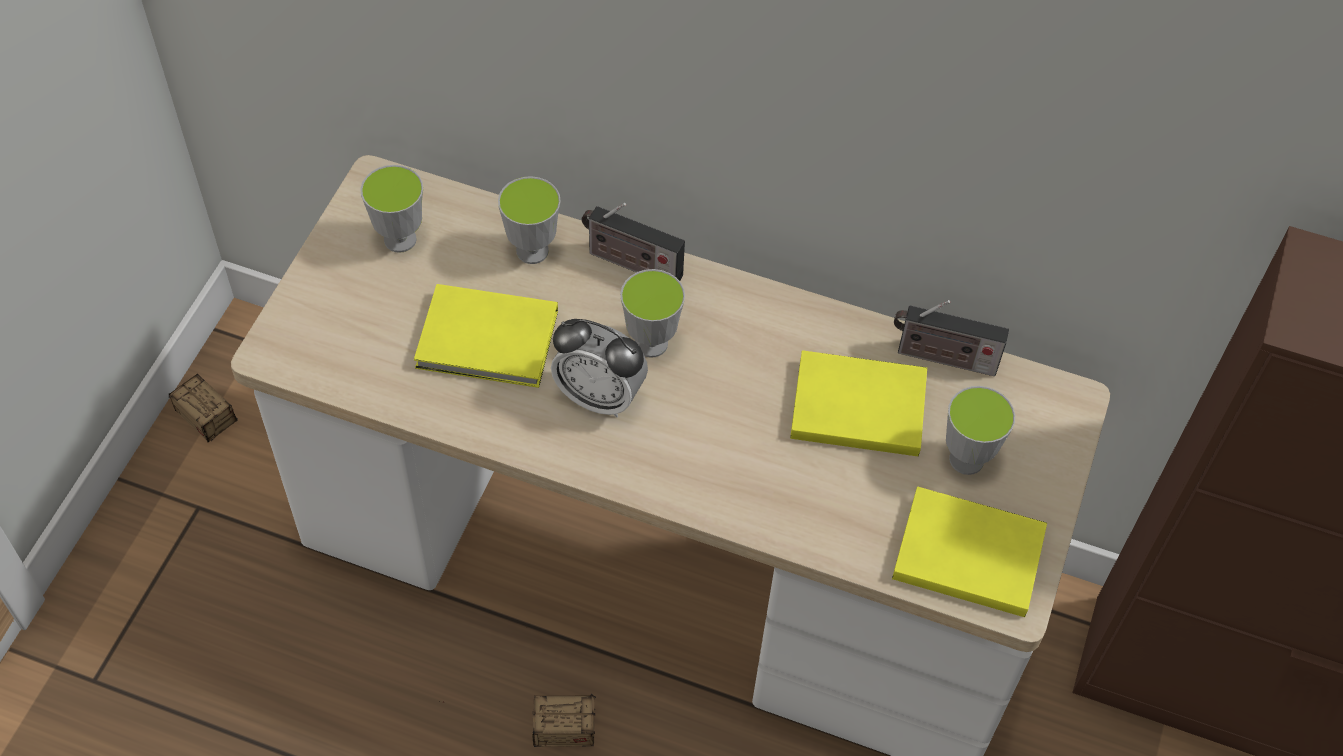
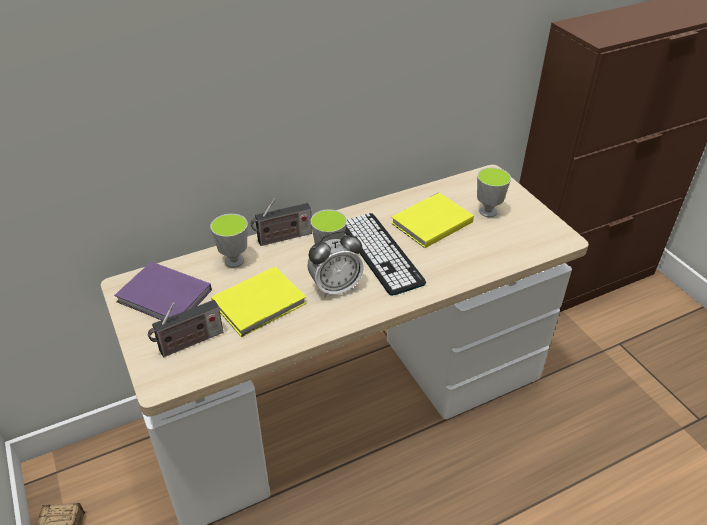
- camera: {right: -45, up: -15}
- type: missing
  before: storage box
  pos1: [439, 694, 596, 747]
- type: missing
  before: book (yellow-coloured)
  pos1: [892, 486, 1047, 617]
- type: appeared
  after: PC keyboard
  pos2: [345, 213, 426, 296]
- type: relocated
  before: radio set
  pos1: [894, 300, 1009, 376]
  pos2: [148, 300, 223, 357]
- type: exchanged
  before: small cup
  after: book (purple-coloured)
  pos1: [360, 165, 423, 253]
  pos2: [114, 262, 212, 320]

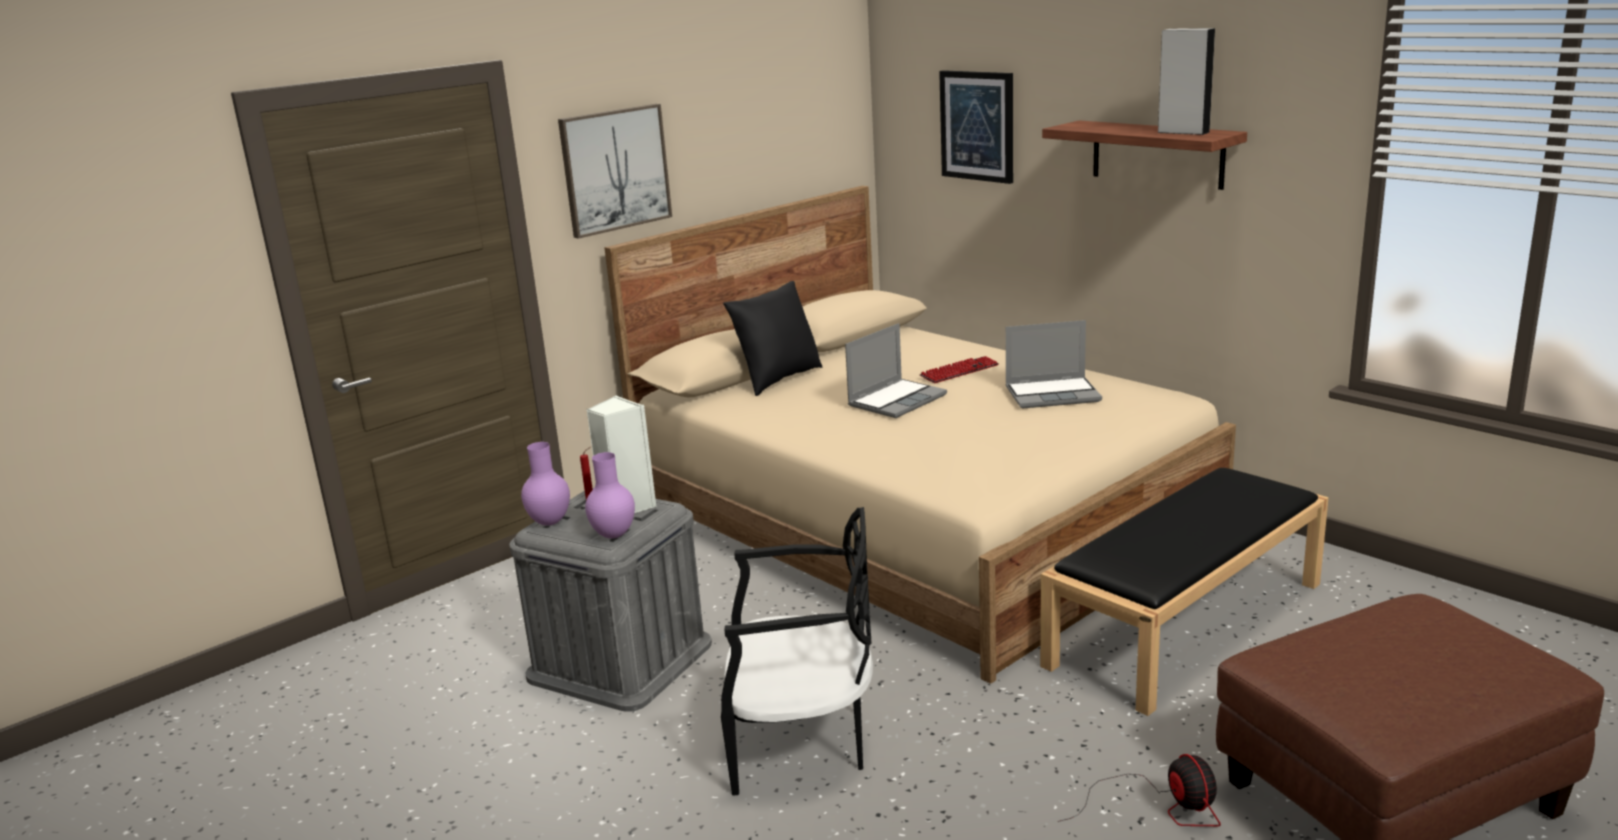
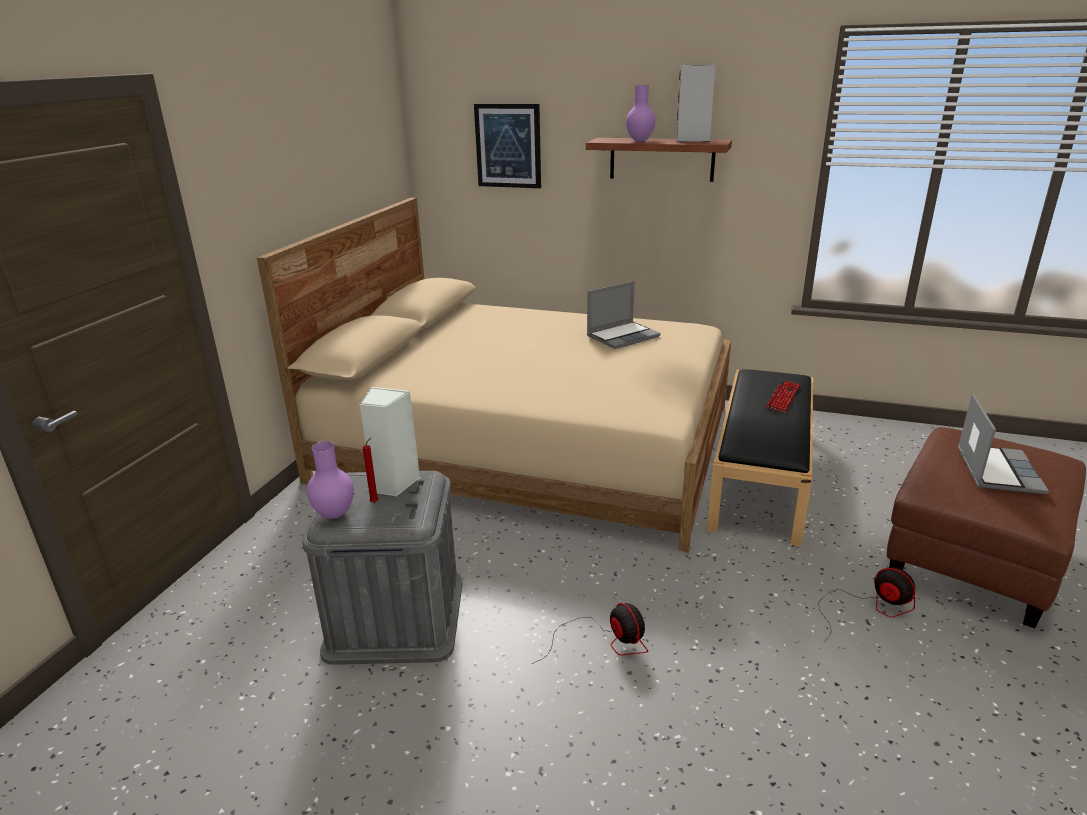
- camera: {right: -30, up: 5}
- type: missing
  before: wall art
  pos1: [558, 104, 672, 239]
- type: missing
  before: cushion (blackish)
  pos1: [723, 281, 822, 396]
- type: relocated
  before: vase (purple-coloured)
  pos1: [585, 452, 635, 539]
  pos2: [626, 85, 656, 142]
- type: relocated
  before: notebook computer
  pos1: [845, 323, 947, 418]
  pos2: [958, 393, 1049, 494]
- type: relocated
  before: PC keyboard
  pos1: [920, 356, 999, 383]
  pos2: [766, 381, 800, 413]
- type: exchanged
  before: upright chair (blackish)
  after: fan
  pos1: [721, 507, 873, 795]
  pos2: [531, 603, 648, 664]

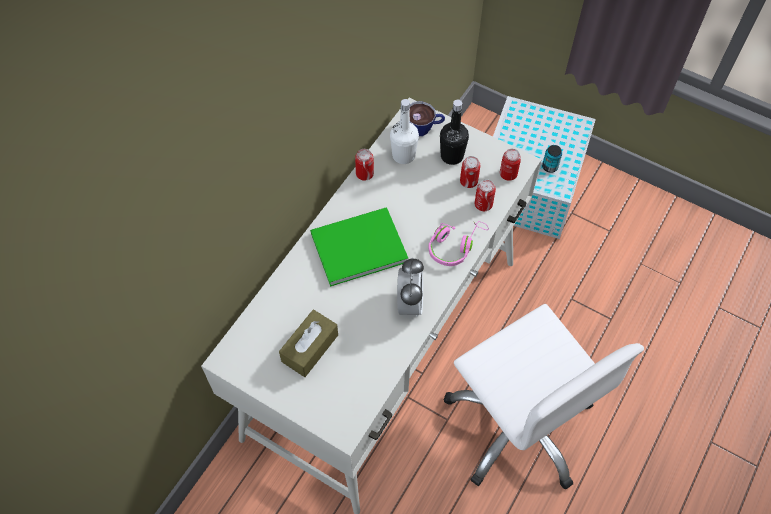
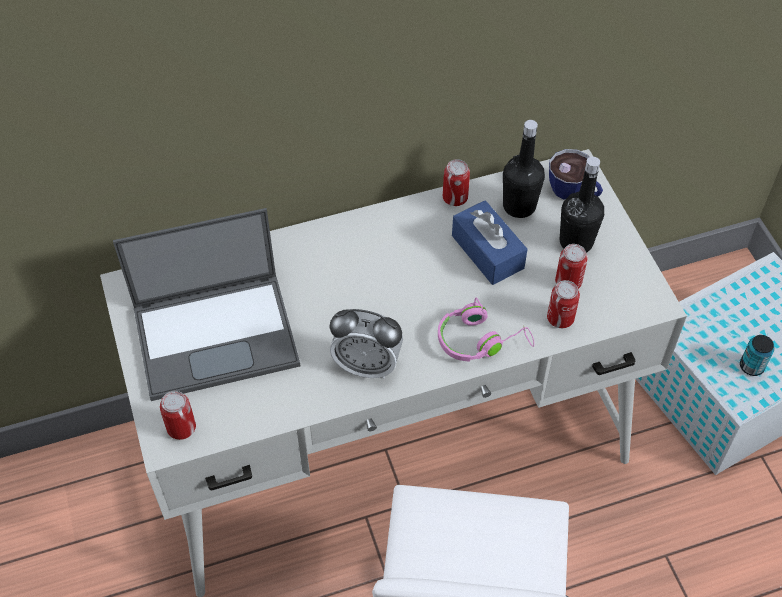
- camera: {right: 40, up: -5}
- type: missing
  before: book (green)
  pos1: [310, 207, 408, 286]
- type: appeared
  after: box of tissues (bluish)
  pos2: [452, 201, 527, 285]
- type: relocated
  before: metal can
  pos1: [500, 149, 521, 181]
  pos2: [160, 391, 196, 440]
- type: exchanged
  before: box of tissues (brownish)
  after: notebook computer
  pos1: [279, 310, 338, 377]
  pos2: [113, 208, 300, 401]
- type: colour
  before: drink bottle (white)
  after: drink bottle (blackish)
  pos1: [390, 99, 419, 164]
  pos2: [503, 120, 545, 218]
- type: spun
  before: alarm clock
  pos1: [397, 257, 424, 317]
  pos2: [329, 309, 403, 379]
  turn: 60

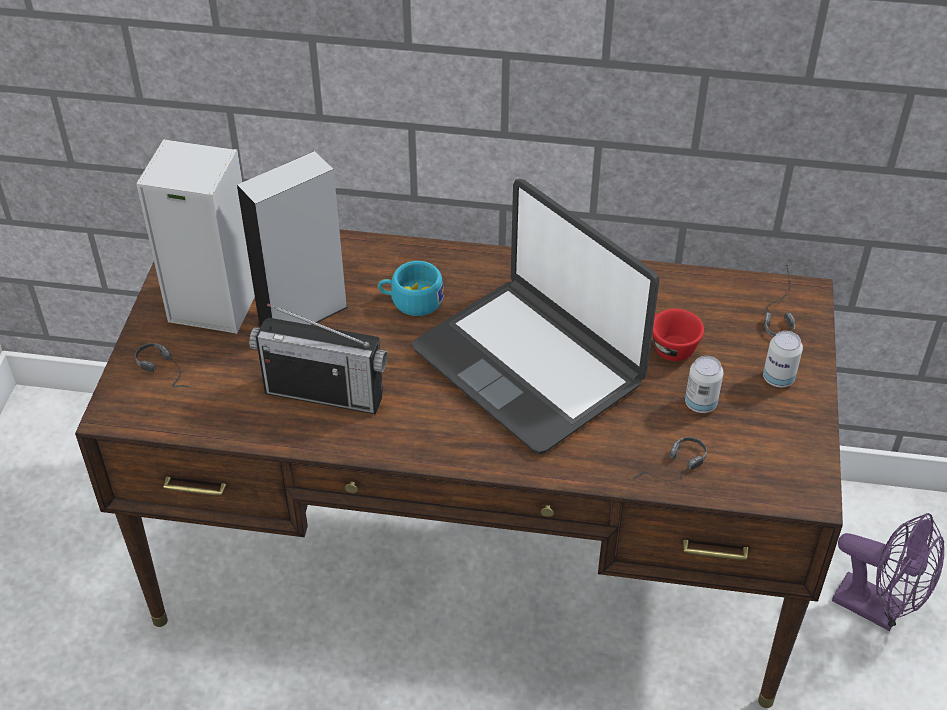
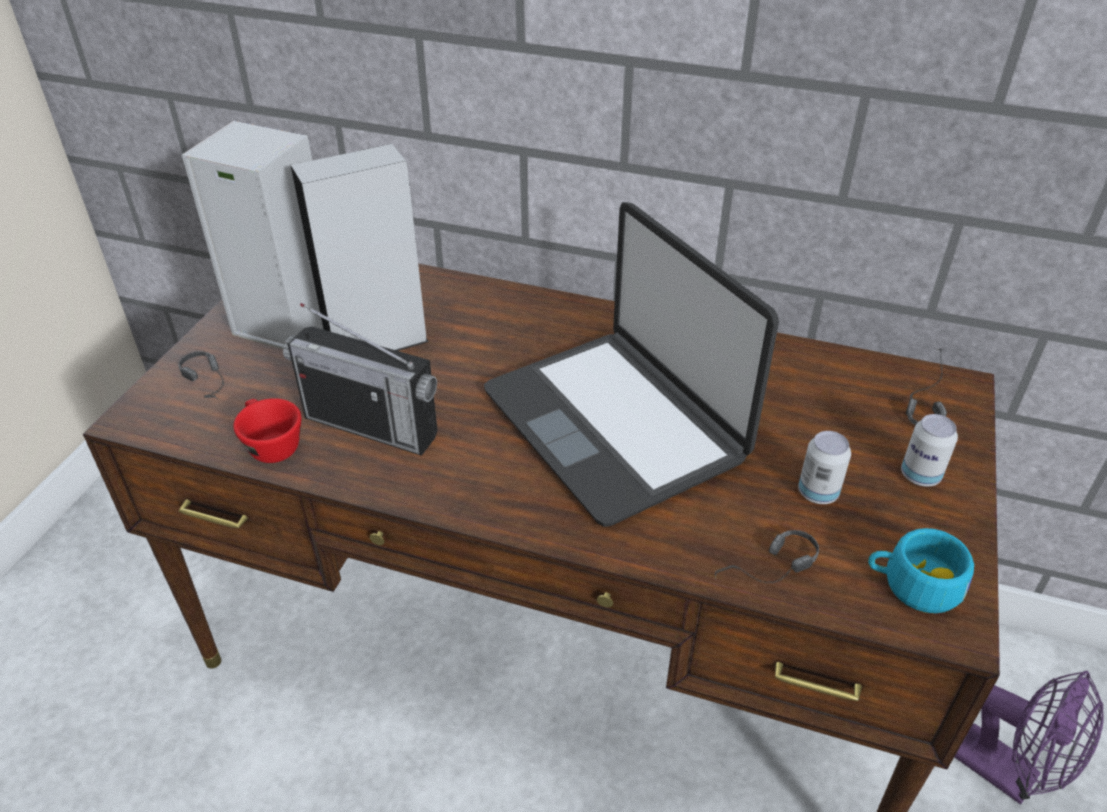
- camera: {right: 10, up: -5}
- type: relocated
  before: small cup (turquoise)
  pos1: [378, 261, 444, 316]
  pos2: [868, 528, 974, 613]
- type: relocated
  before: small cup (red-coloured)
  pos1: [652, 309, 704, 361]
  pos2: [233, 398, 301, 463]

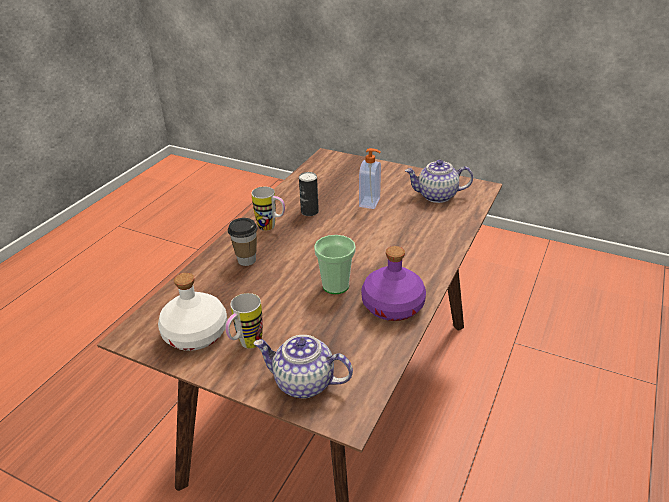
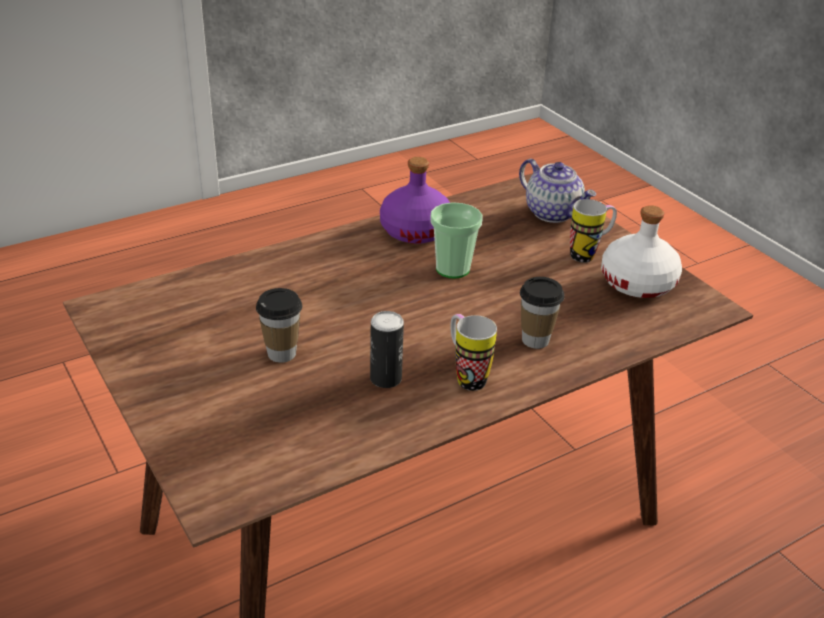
- camera: {right: -150, up: 0}
- type: missing
  before: tea pot
  pos1: [405, 159, 473, 203]
- type: exchanged
  before: soap bottle
  after: small cup
  pos1: [359, 148, 381, 209]
  pos2: [256, 288, 302, 363]

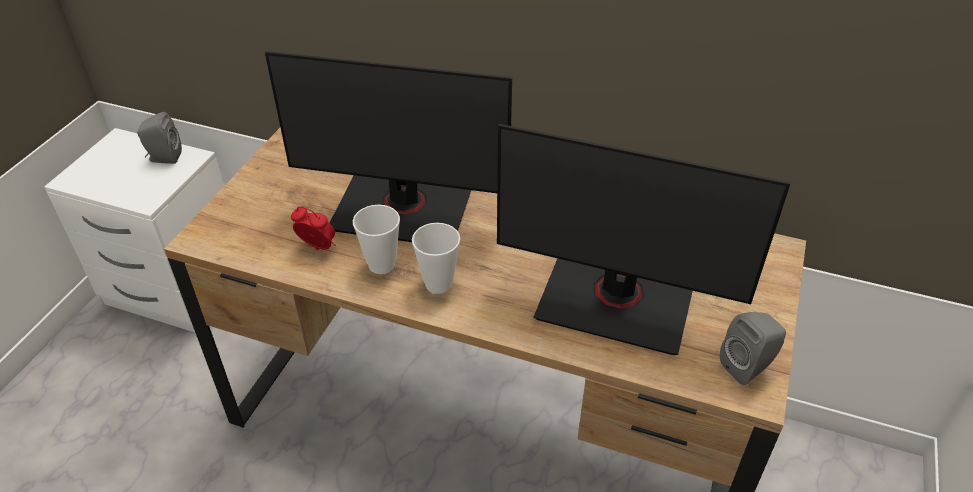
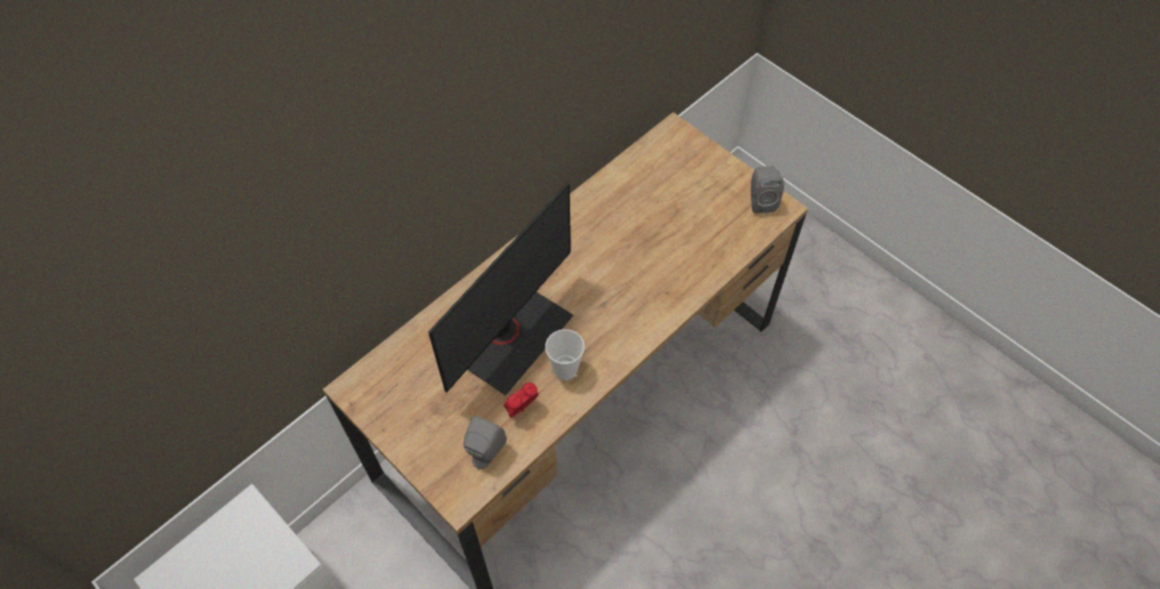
- camera: {right: -65, up: 15}
- type: missing
  before: small cup
  pos1: [412, 223, 460, 294]
- type: missing
  before: computer screen
  pos1: [497, 124, 791, 355]
- type: relocated
  before: loudspeaker (greyish)
  pos1: [137, 112, 182, 164]
  pos2: [464, 416, 507, 472]

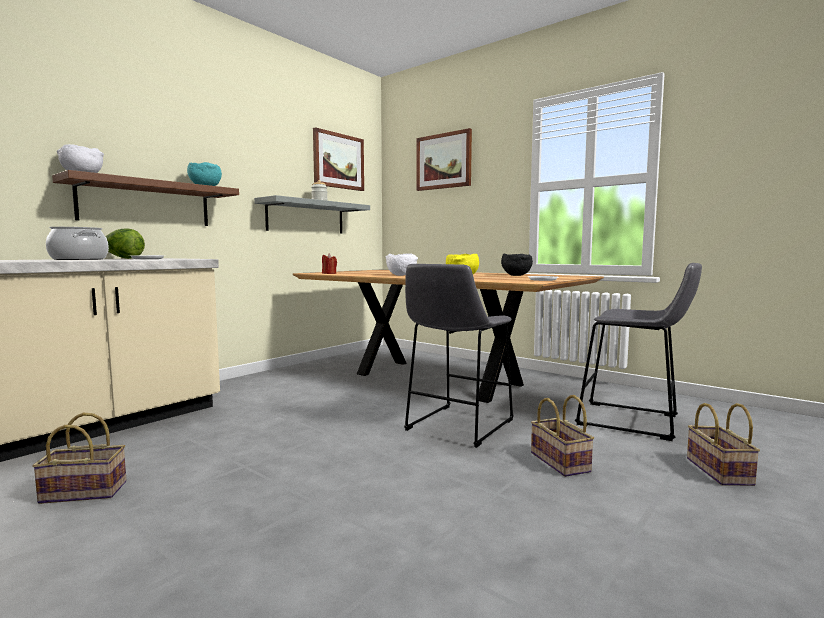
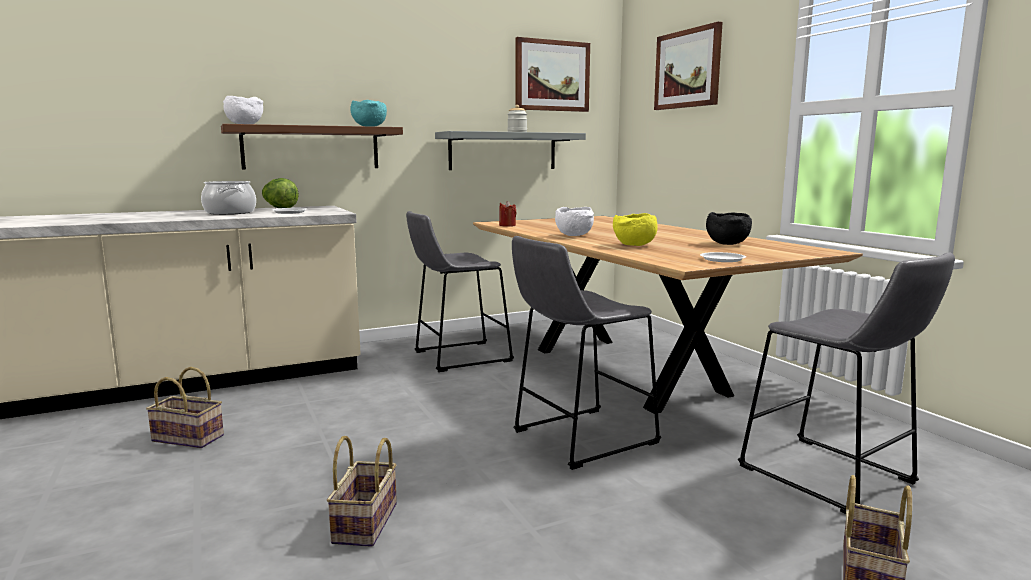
- camera: {right: 25, up: 5}
- type: appeared
  after: stool (greyish)
  pos2: [406, 211, 514, 372]
- type: relocated
  before: household basket
  pos1: [531, 395, 594, 477]
  pos2: [327, 436, 397, 547]

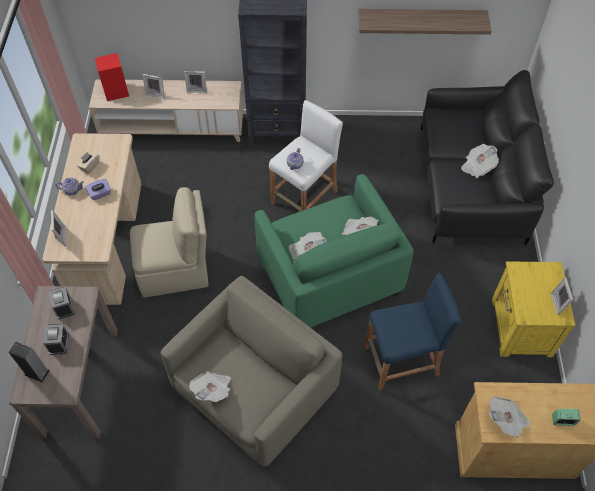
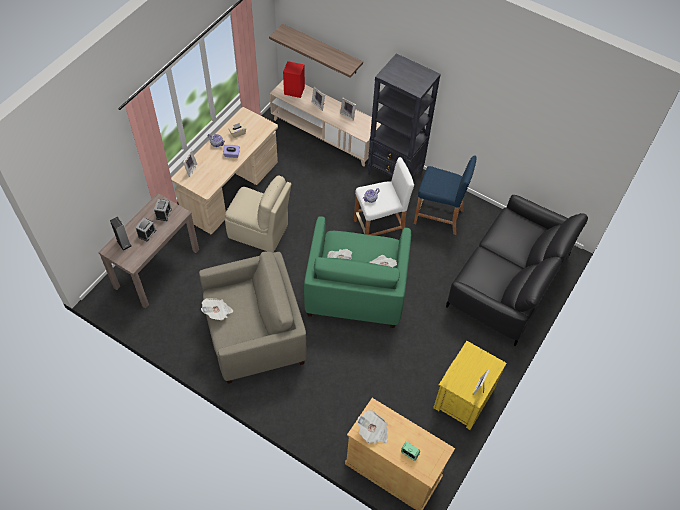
- camera: {right: 30, up: 0}
- type: missing
  before: daily paper
  pos1: [461, 144, 499, 178]
- type: relocated
  before: wall shelf
  pos1: [358, 9, 492, 35]
  pos2: [269, 24, 363, 78]
- type: relocated
  before: stool (bluish)
  pos1: [365, 273, 461, 391]
  pos2: [414, 156, 477, 235]

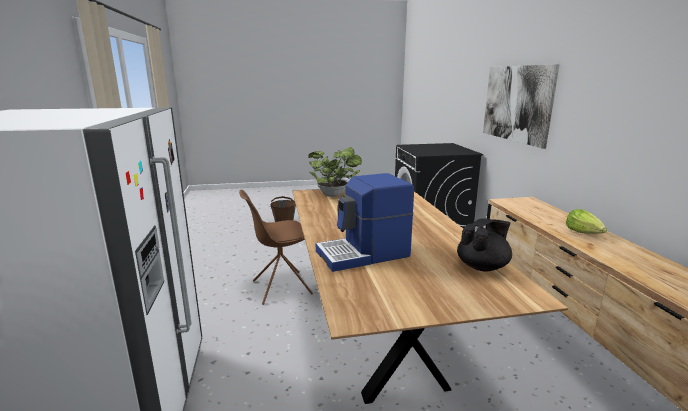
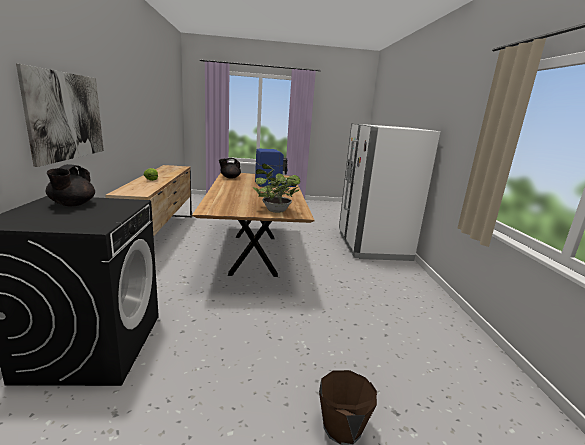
- camera: {right: -175, up: 0}
- type: missing
  before: upright chair (brownish)
  pos1: [239, 190, 313, 305]
- type: appeared
  after: tea pot (blackish)
  pos2: [46, 164, 95, 206]

